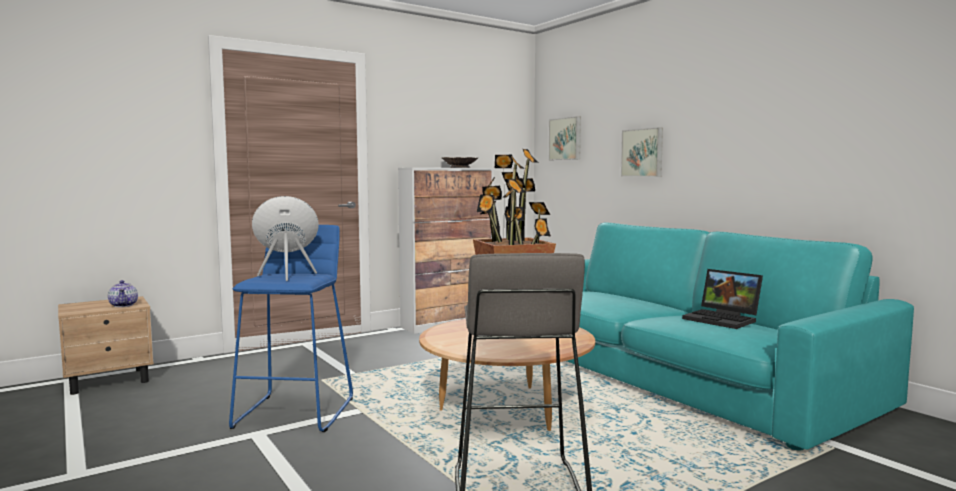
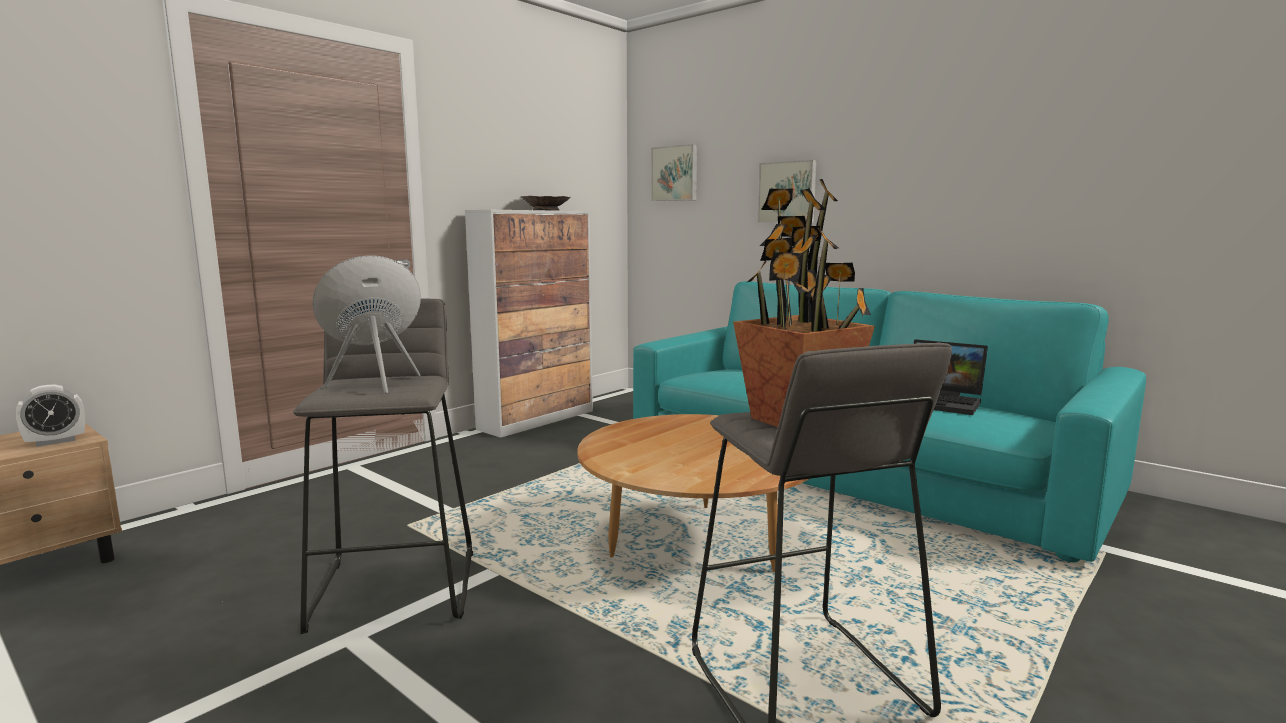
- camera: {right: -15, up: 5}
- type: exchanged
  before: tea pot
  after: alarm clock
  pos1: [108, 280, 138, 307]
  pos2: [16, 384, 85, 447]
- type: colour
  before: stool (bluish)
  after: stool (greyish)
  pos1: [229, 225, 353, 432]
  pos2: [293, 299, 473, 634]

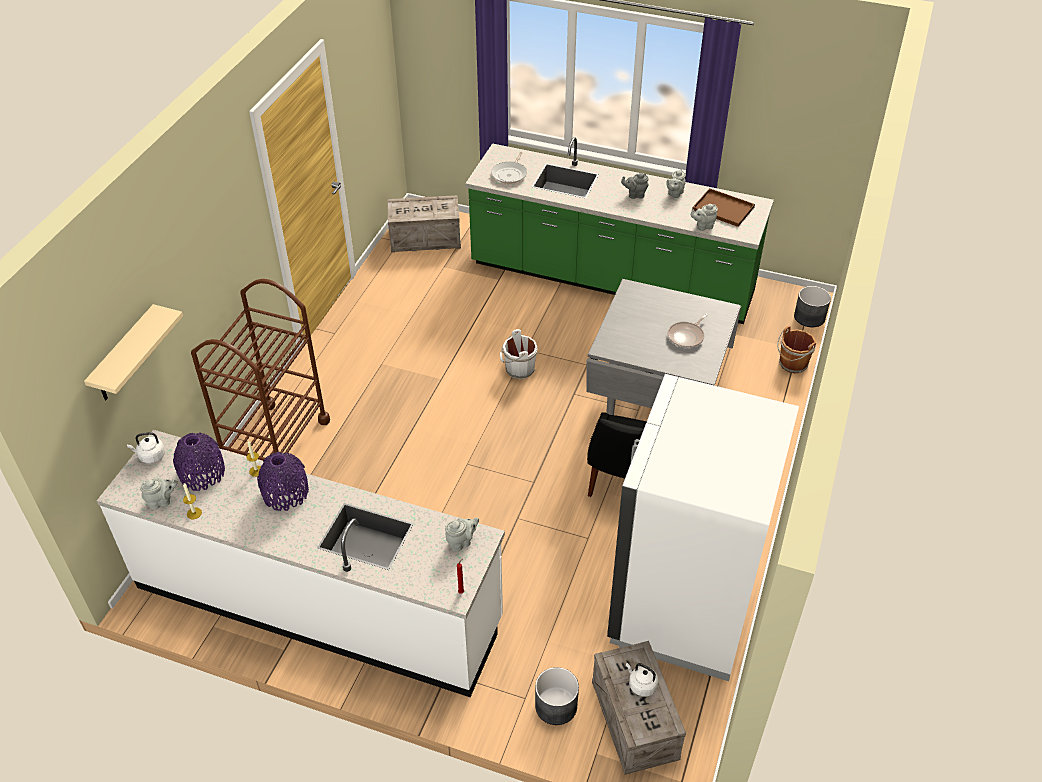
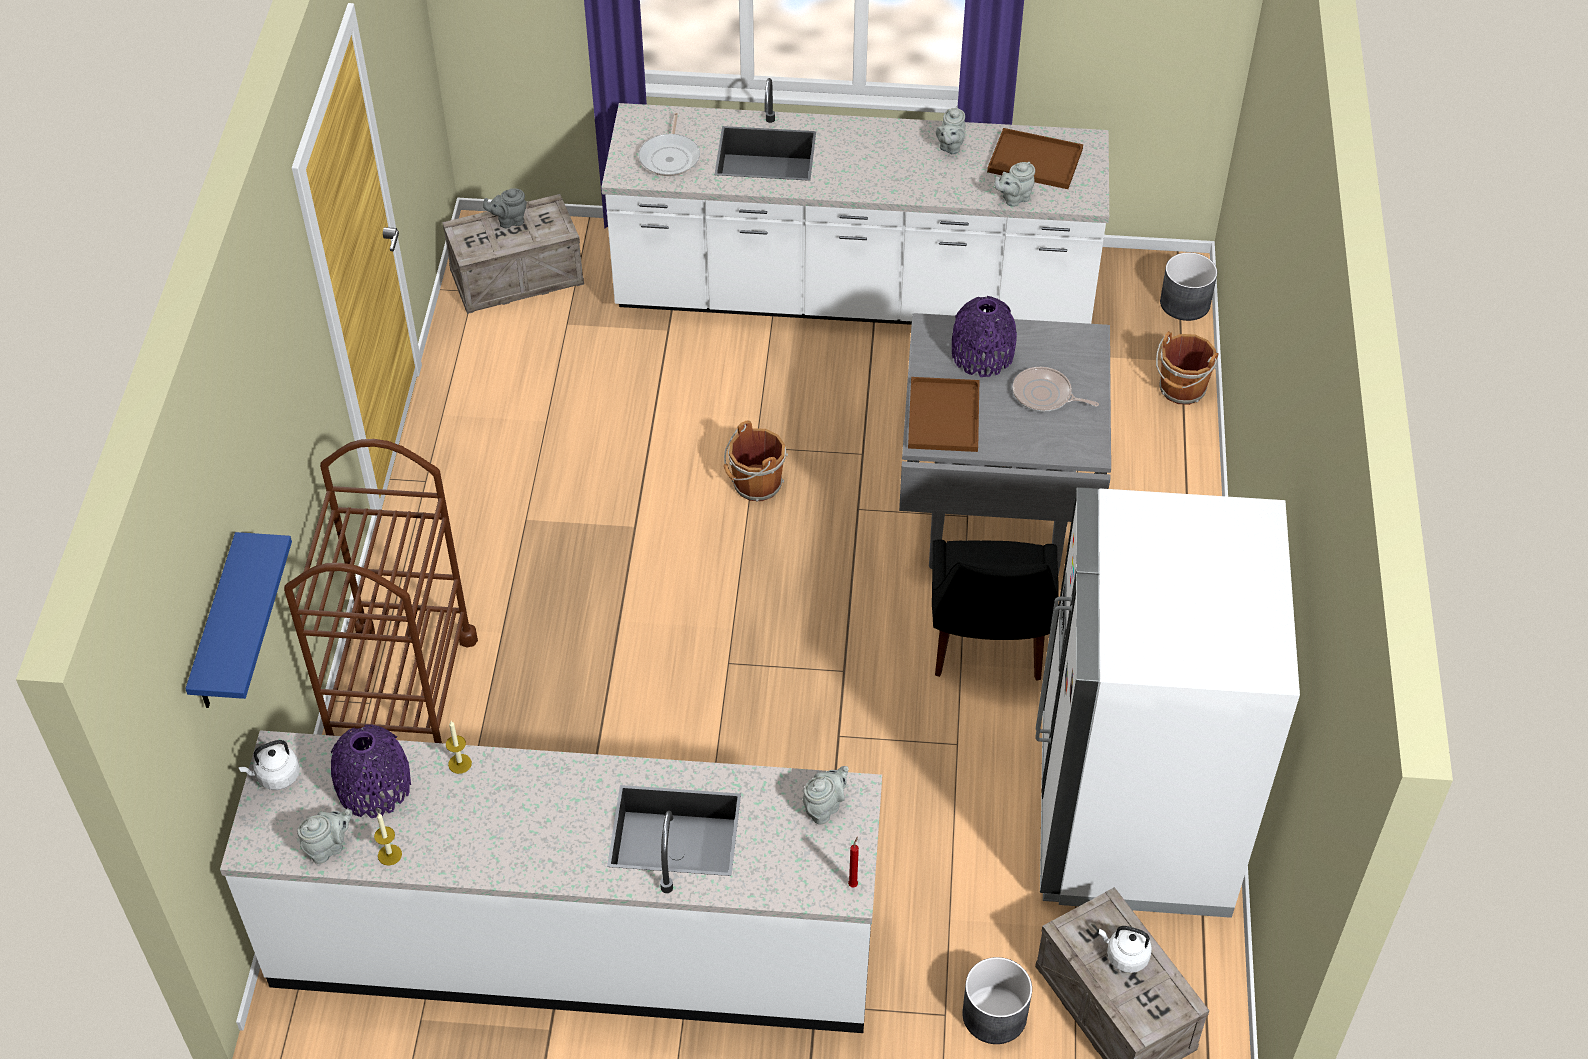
- camera: {right: -15, up: 5}
- type: appeared
  after: tray (brownish)
  pos2: [908, 377, 979, 452]
- type: relocated
  before: vase (purple-coloured)
  pos1: [257, 452, 309, 511]
  pos2: [952, 296, 1017, 377]
- type: relocated
  before: tea pot (greyish)
  pos1: [621, 173, 649, 199]
  pos2: [483, 189, 527, 228]
- type: colour
  before: wall shelf (beige-coloured)
  after: wall shelf (bluish)
  pos1: [84, 304, 183, 400]
  pos2: [185, 532, 292, 708]
- type: colour
  before: kitchen base unit (green)
  after: kitchen base unit (white)
  pos1: [465, 137, 774, 324]
  pos2: [601, 78, 1109, 325]
- type: colour
  before: water bucket (white)
  after: water bucket (brownish)
  pos1: [500, 329, 538, 379]
  pos2: [724, 421, 788, 501]
- type: spun
  before: skillet
  pos1: [667, 313, 707, 348]
  pos2: [1013, 367, 1099, 412]
  turn: 90

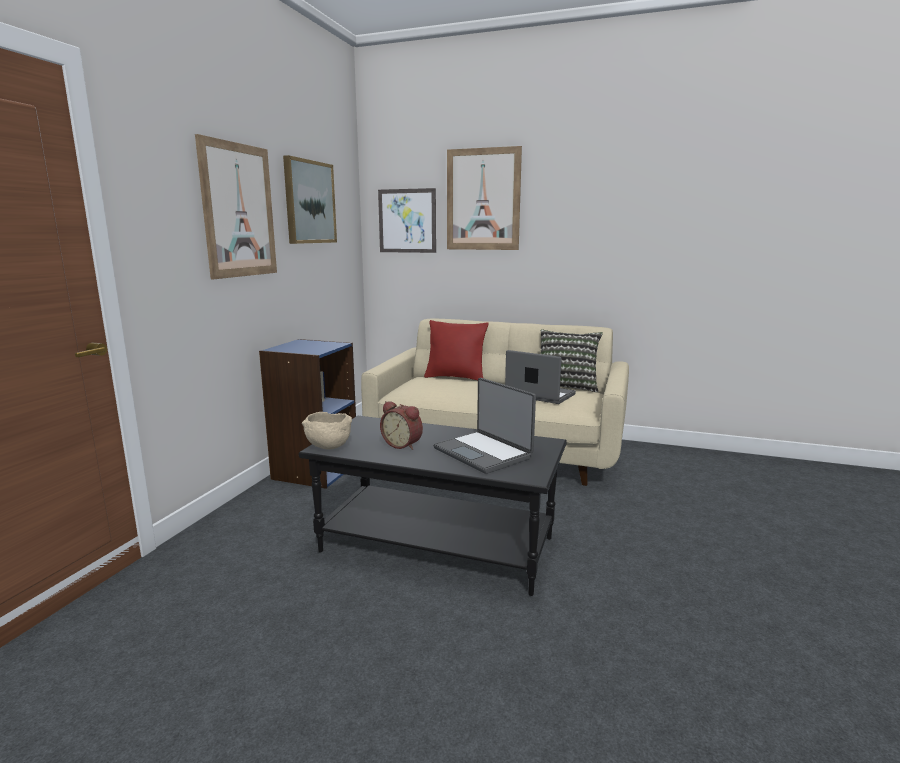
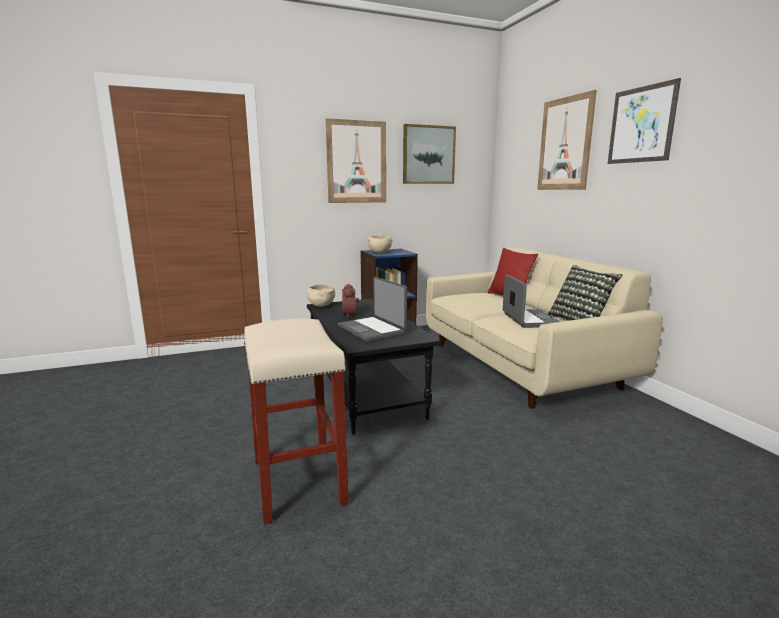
- camera: {right: 50, up: 0}
- type: appeared
  after: stool (beige-coloured)
  pos2: [244, 318, 349, 524]
- type: appeared
  after: serving bowl (beige-coloured)
  pos2: [368, 235, 393, 253]
- type: relocated
  before: wall art
  pos1: [378, 188, 436, 253]
  pos2: [608, 78, 681, 164]
- type: spun
  before: notebook computer
  pos1: [433, 378, 536, 474]
  pos2: [338, 277, 407, 342]
  turn: -45

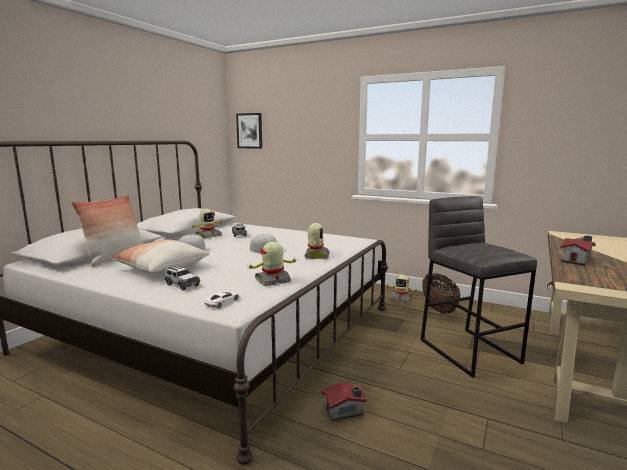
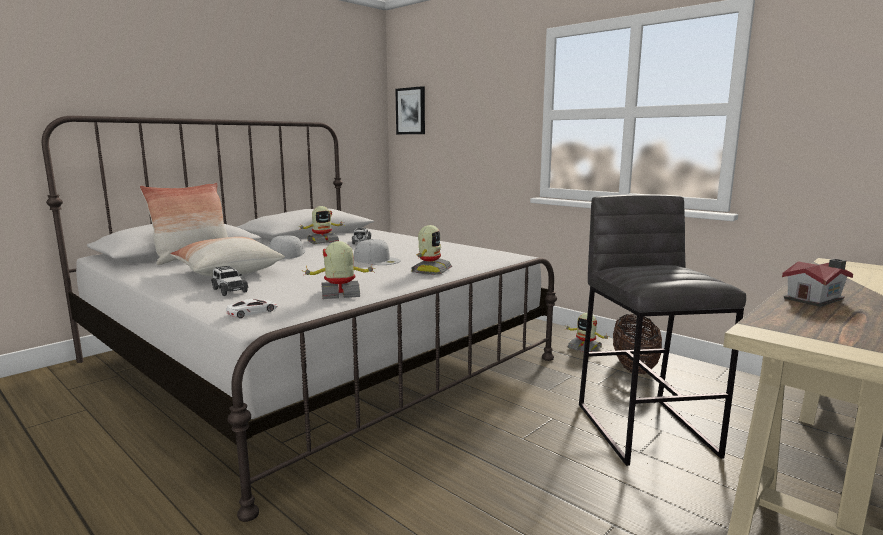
- camera: {right: 15, up: 0}
- type: missing
  before: model house
  pos1: [321, 383, 367, 421]

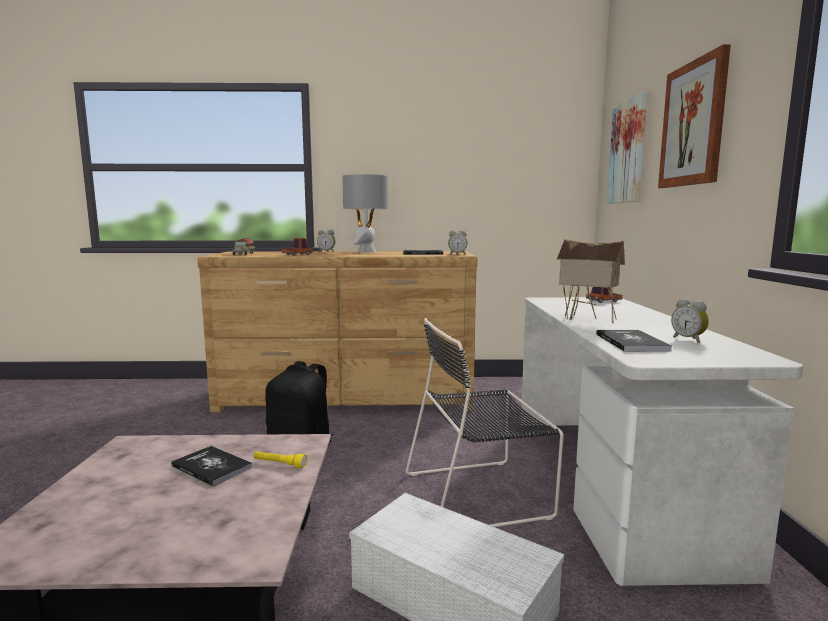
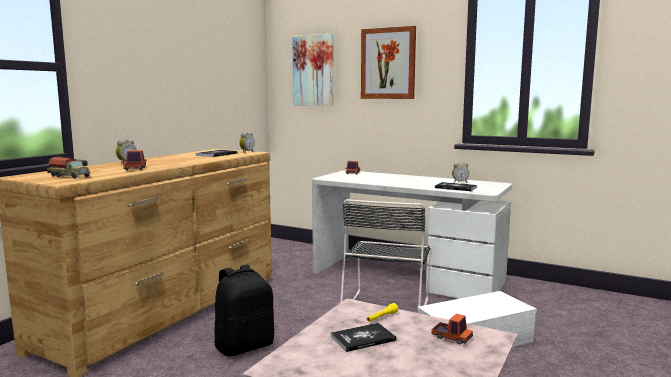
- camera: {right: -60, up: 0}
- type: missing
  before: table lamp (greyish)
  pos1: [342, 174, 388, 253]
- type: missing
  before: model house
  pos1: [557, 239, 625, 323]
- type: appeared
  after: toy truck
  pos2: [431, 314, 473, 344]

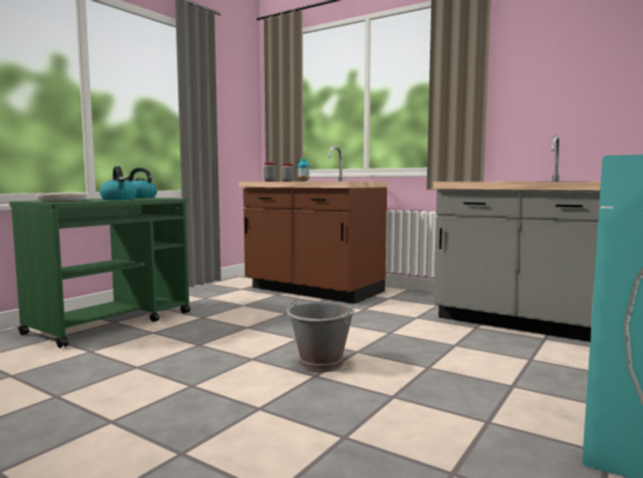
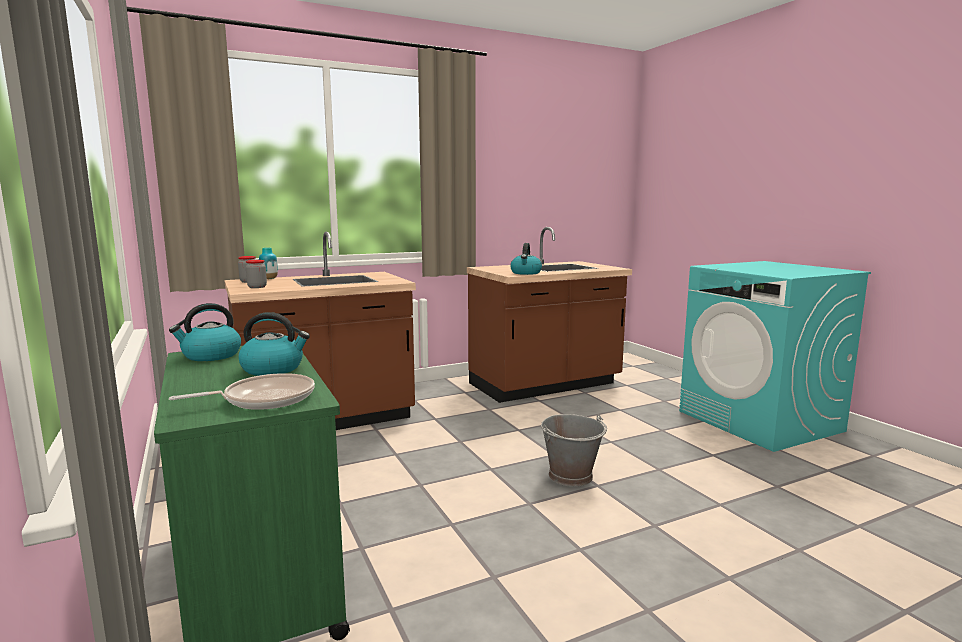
- camera: {right: -60, up: 5}
- type: appeared
  after: water kettle
  pos2: [510, 243, 542, 275]
- type: colour
  before: kitchen base unit (greyish)
  after: kitchen base unit (brownish)
  pos1: [433, 135, 602, 342]
  pos2: [467, 227, 632, 403]

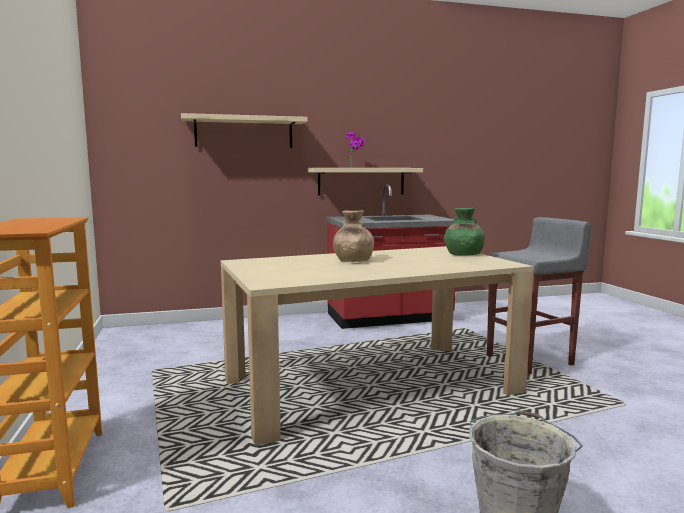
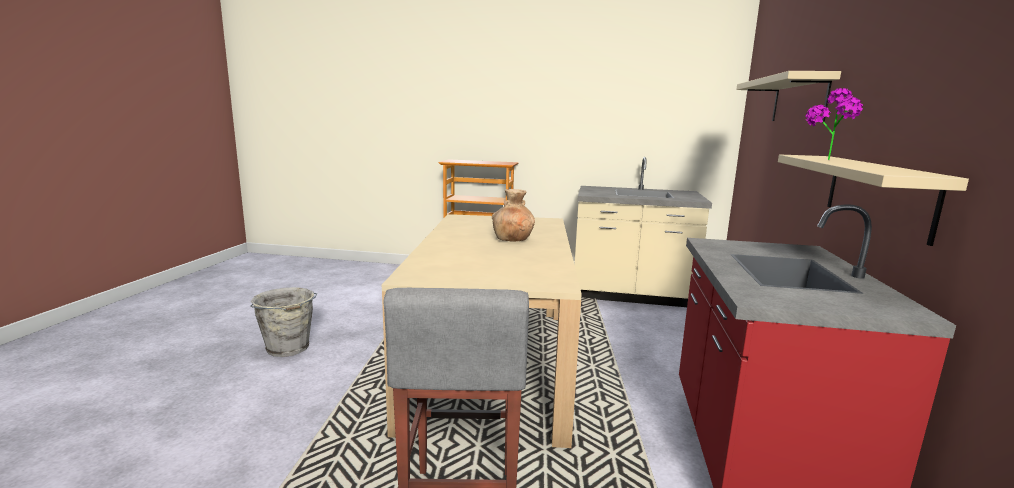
- camera: {right: 115, up: 5}
- type: missing
  before: vase (green)
  pos1: [444, 208, 485, 256]
- type: appeared
  after: kitchen base unit (beige-coloured)
  pos2: [575, 157, 712, 307]

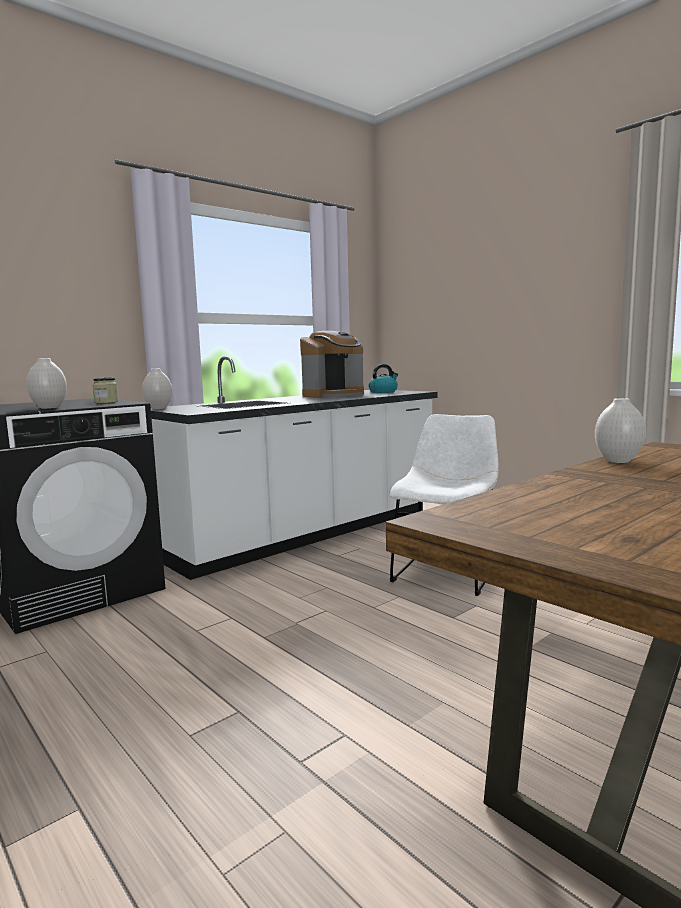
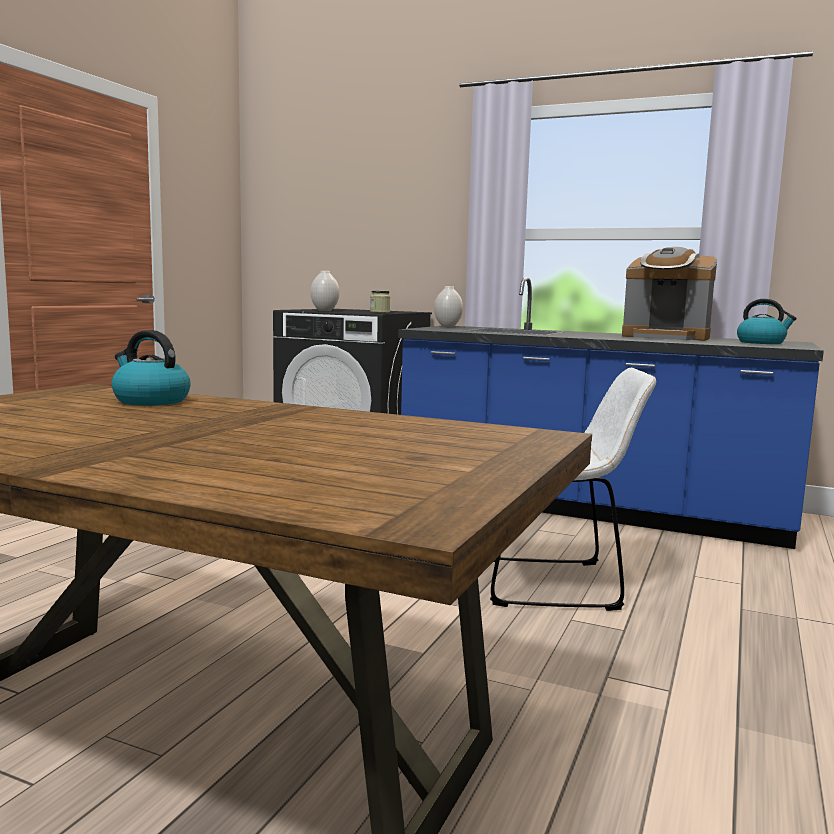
- camera: {right: 65, up: 0}
- type: missing
  before: vase (white)
  pos1: [595, 398, 646, 463]
- type: appeared
  after: water kettle
  pos2: [112, 330, 191, 406]
- type: colour
  before: kitchen base unit (white)
  after: kitchen base unit (bluish)
  pos1: [150, 356, 438, 580]
  pos2: [398, 277, 824, 549]

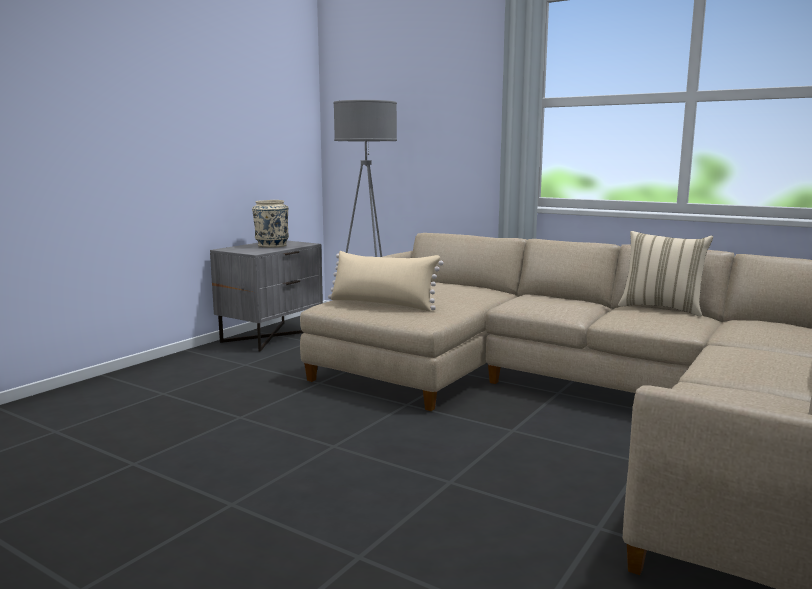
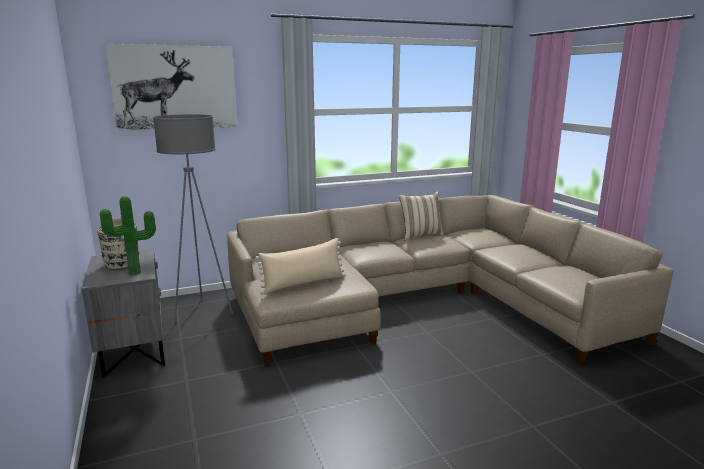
- camera: {right: -55, up: 5}
- type: appeared
  after: plant in a pot
  pos2: [100, 196, 156, 275]
- type: appeared
  after: wall art
  pos2: [105, 44, 238, 131]

